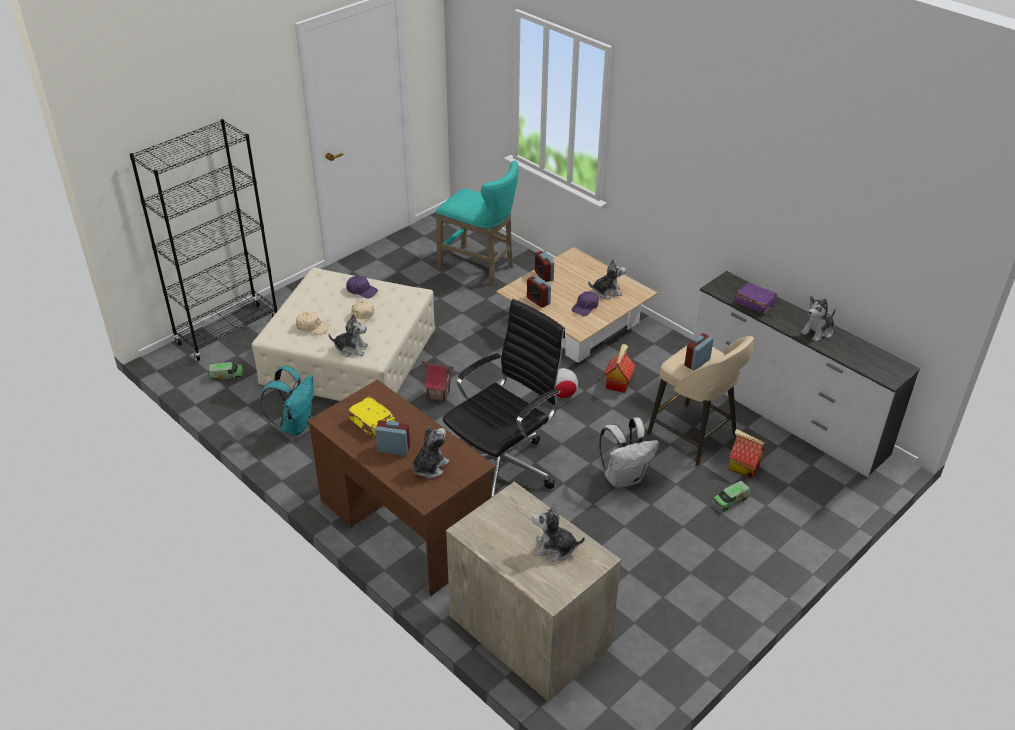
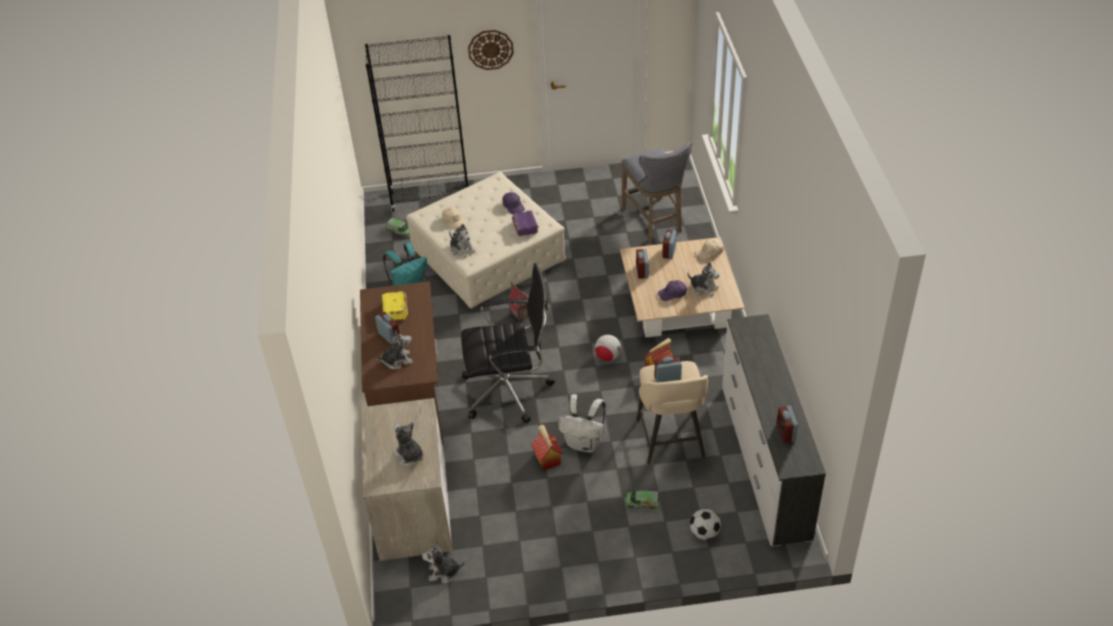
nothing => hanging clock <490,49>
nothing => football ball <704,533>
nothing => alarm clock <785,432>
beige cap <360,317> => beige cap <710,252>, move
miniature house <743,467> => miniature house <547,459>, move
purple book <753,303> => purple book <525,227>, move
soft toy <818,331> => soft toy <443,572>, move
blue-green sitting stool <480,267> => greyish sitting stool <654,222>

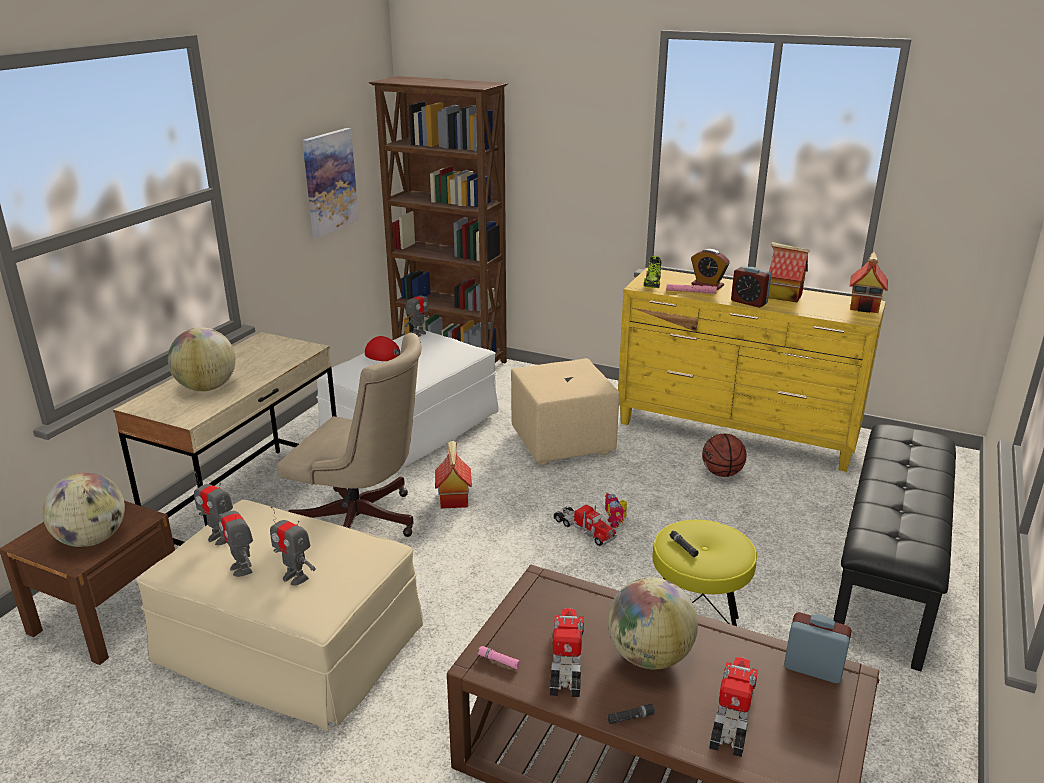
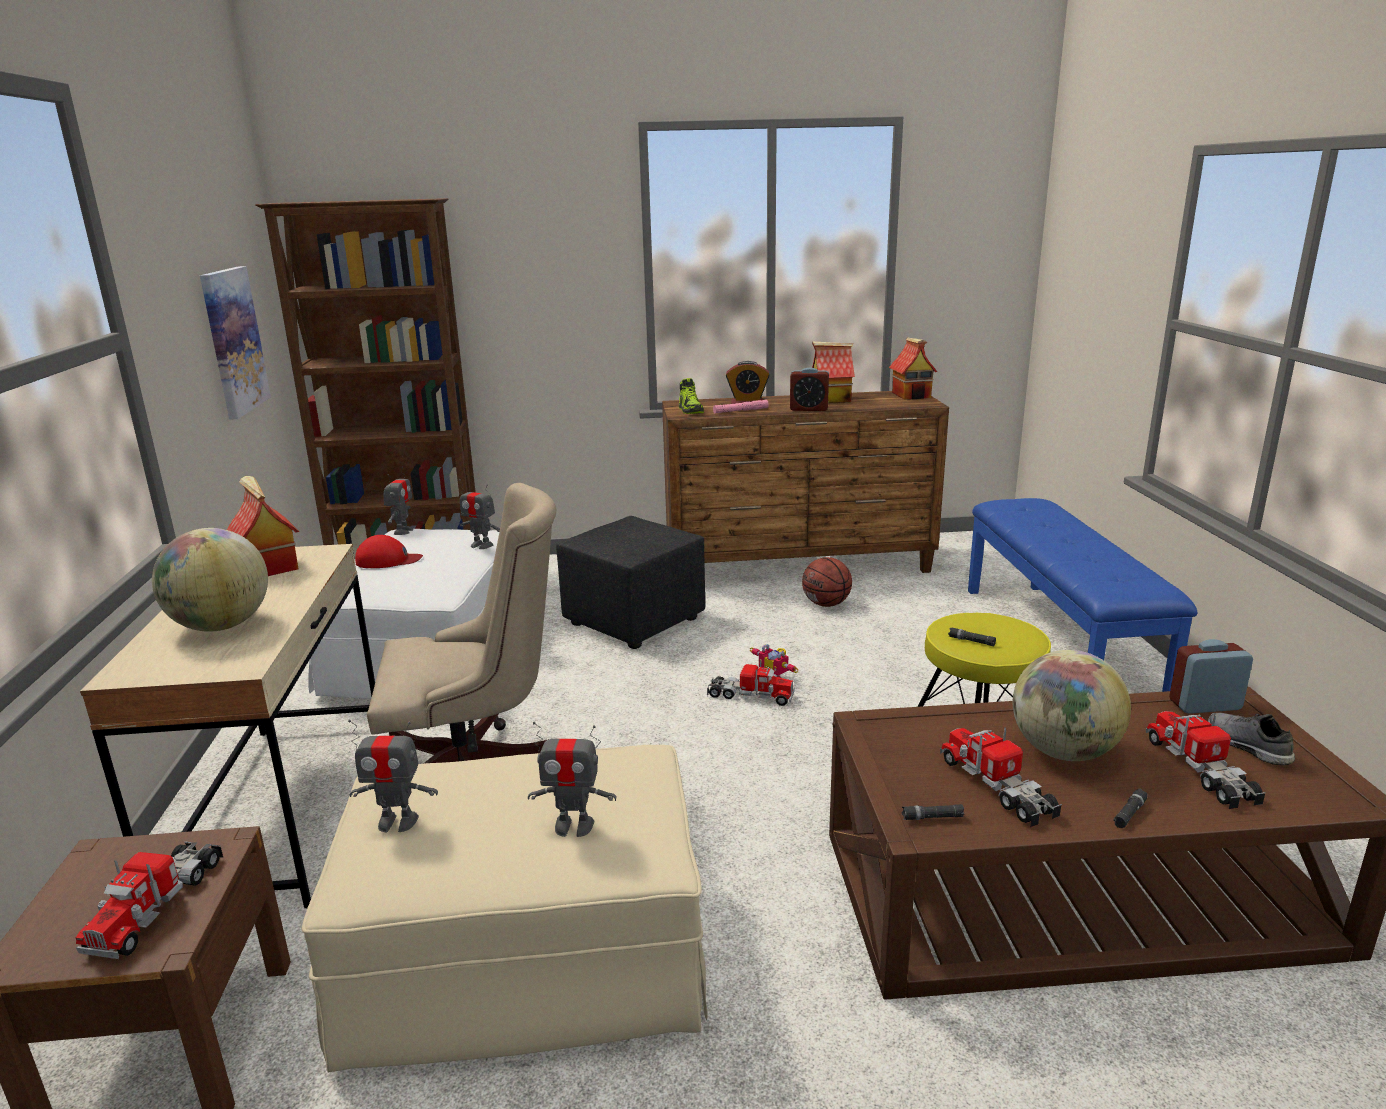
nothing => greyish low shoe <1246,746>
robot figure <242,568> => robot figure <481,545>, move
miniature house <453,498> => miniature house <268,566>, move
desk globe <92,539> => model truck <157,905>
pink-coloured flashlight <499,661> => blackish flashlight <932,817>
beige ottoman <561,442> => blackish ottoman <632,621>
yellowish dresser <736,433> => brown-coloured dresser <799,566>
blackish indoor bench <888,574> => blue-coloured indoor bench <1059,643>

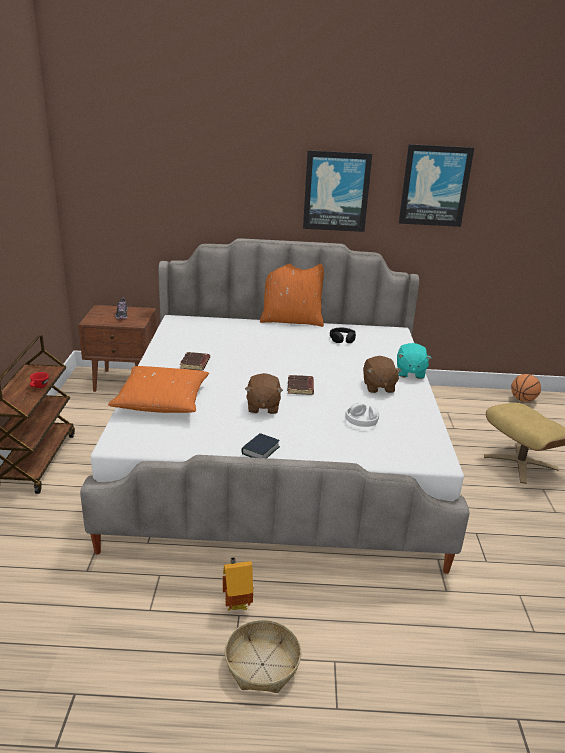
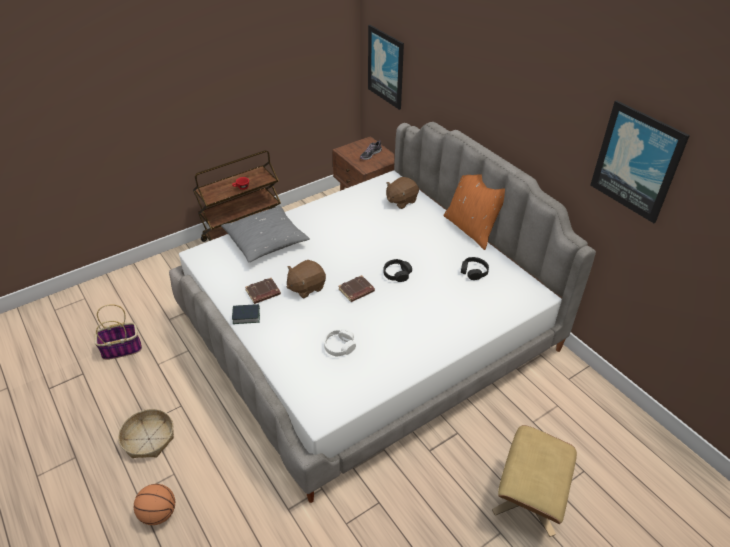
miniature house <236,604> => nothing
blue-green soft toy <410,372> => nothing
nothing => basket <122,348>
nothing => blackish pair of headphones <397,274>
brown-coloured book <195,364> => brown-coloured book <263,293>, move
picture <336,191> => picture <386,67>, move
brown-coloured soft toy <378,387> => brown-coloured soft toy <401,201>, move
basketball <522,400> => basketball <158,514>, move
orangey pillow <162,400> => greyish pillow <266,241>

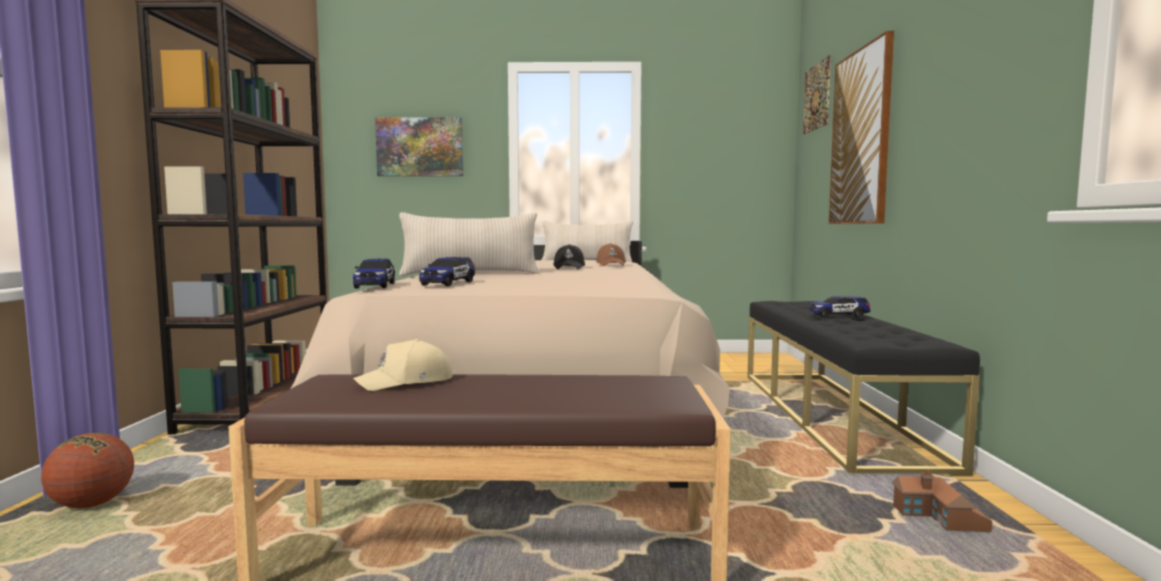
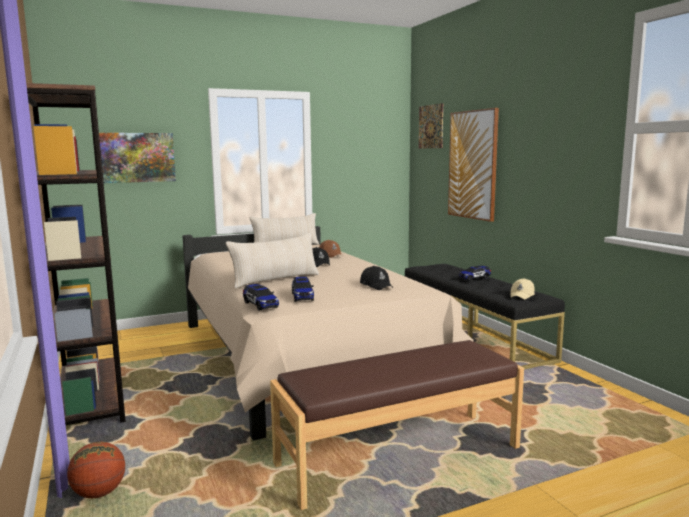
miniature house <939,520> => nothing
nothing => blackish cap <376,285>
beige cap <407,382> => beige cap <522,295>, move

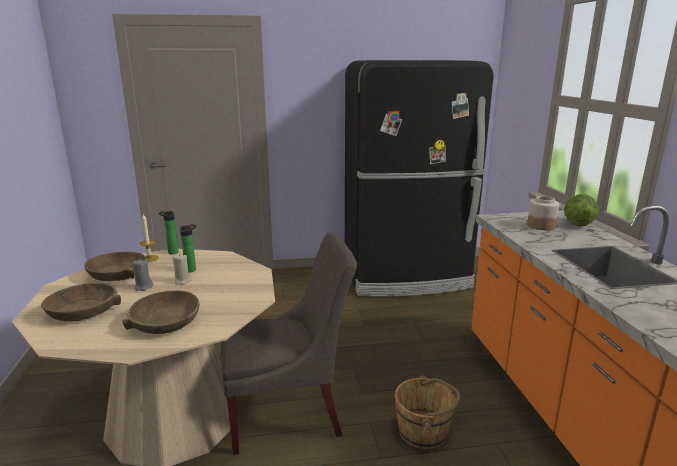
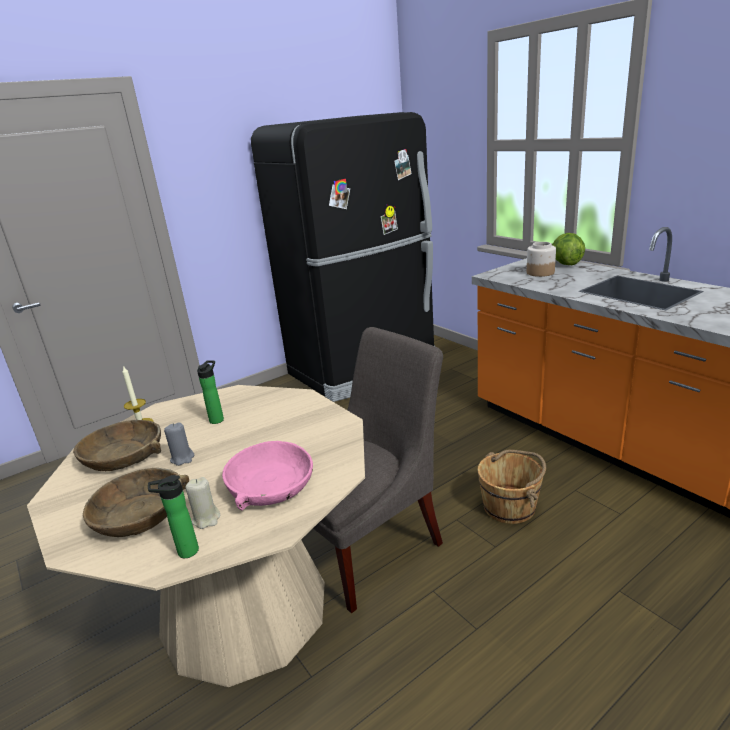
drink bottle <171,252> => drink bottle <184,552>, move
beige wax light <182,281> => beige wax light <206,519>, move
brown-coloured deep dish <165,322> => pink-coloured deep dish <271,486>

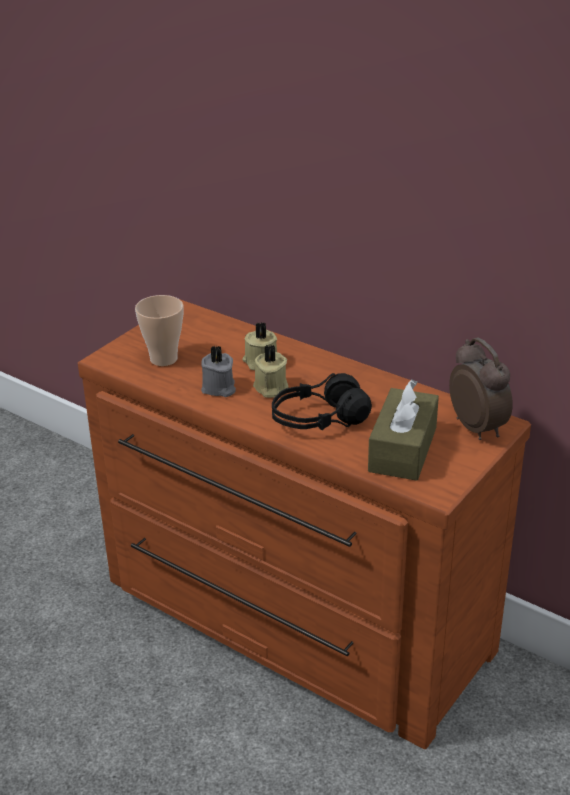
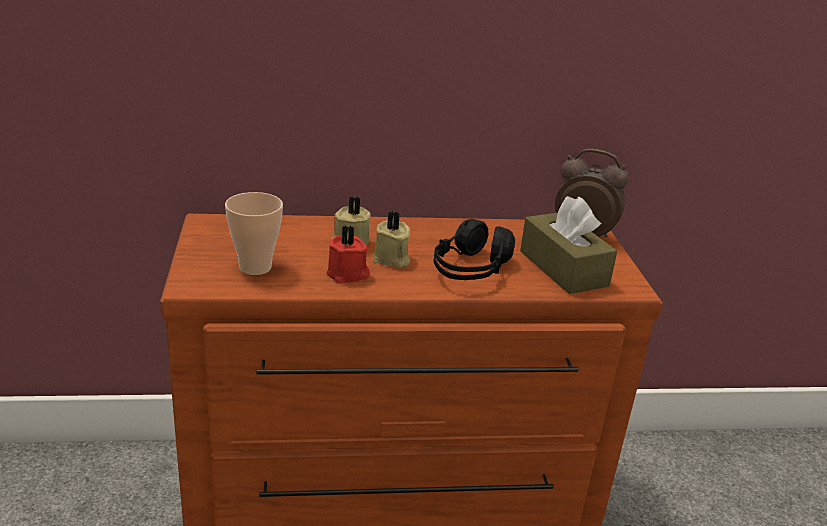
greyish wax light <219,388> => red-coloured wax light <348,274>

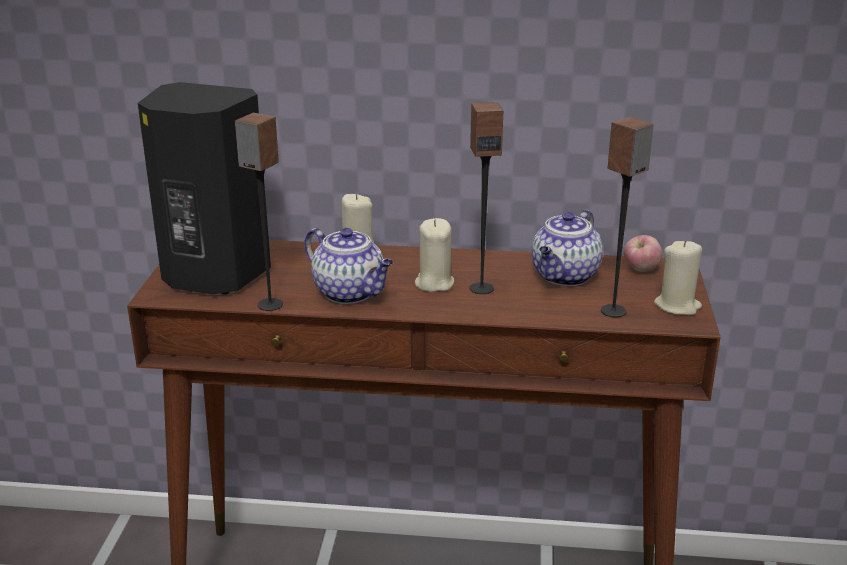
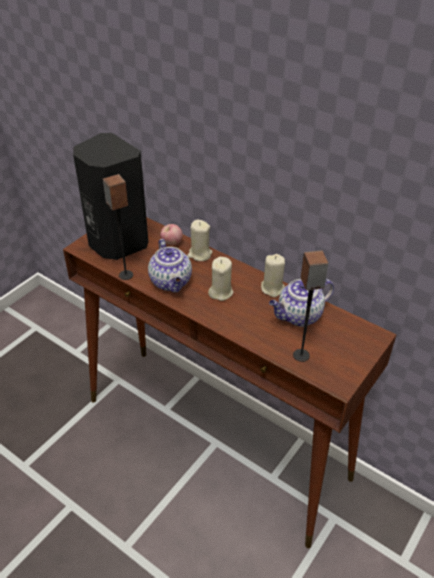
loudspeaker <481,288> => nothing
apple <641,270> => apple <171,243>, move
beige wax light <677,306> => beige wax light <273,288>, move

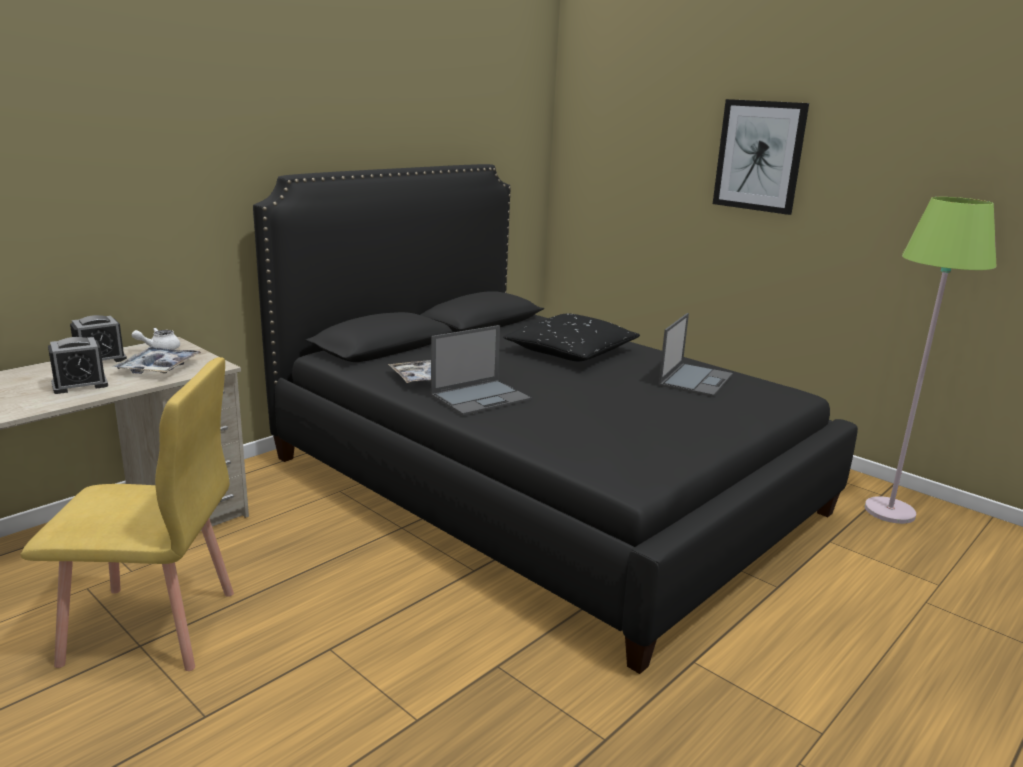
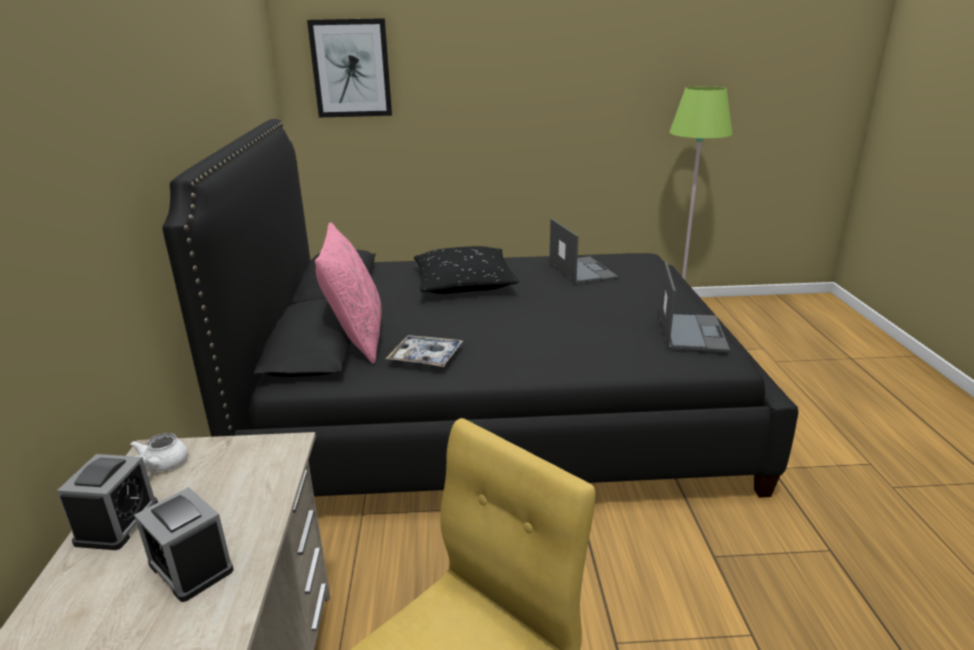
tray <159,367> => nothing
nothing => pink-coloured pillow <356,339>
portable computer <481,397> => portable computer <691,332>, move
picture <759,156> => picture <351,68>, move
alarm clock <80,385> => alarm clock <191,567>, 120 degrees clockwise

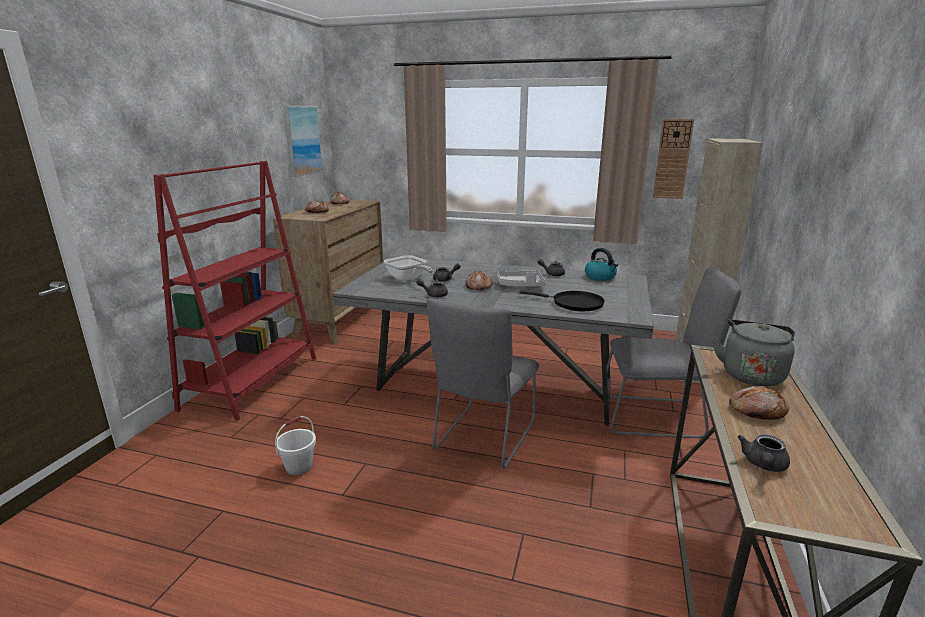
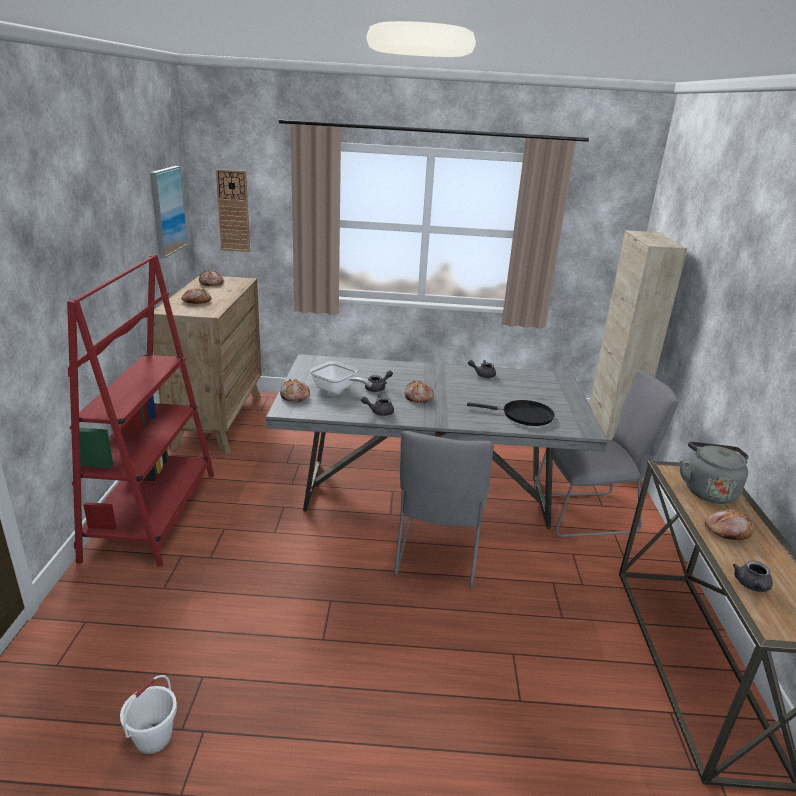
greyish tray <520,285> => nothing
tea kettle <600,277> => nothing
nothing => bakery bread <294,396>
white pail <299,467> => white pail <153,737>, move
hanging clock <672,159> => hanging clock <233,211>, move

